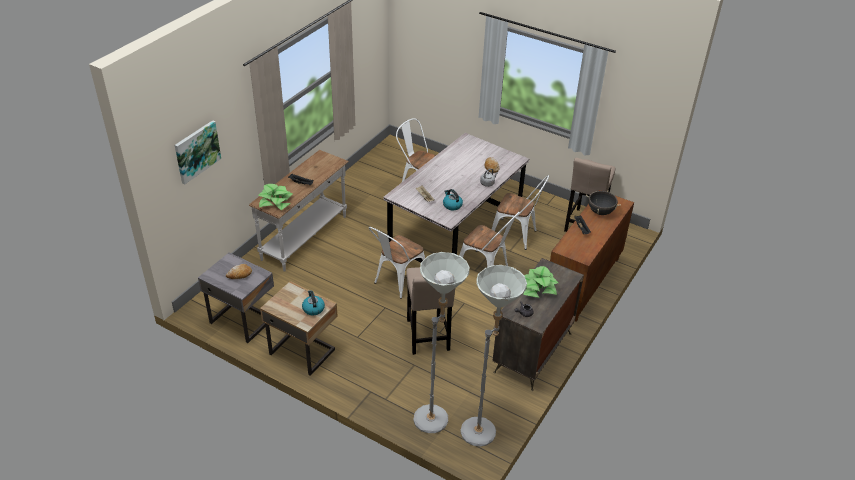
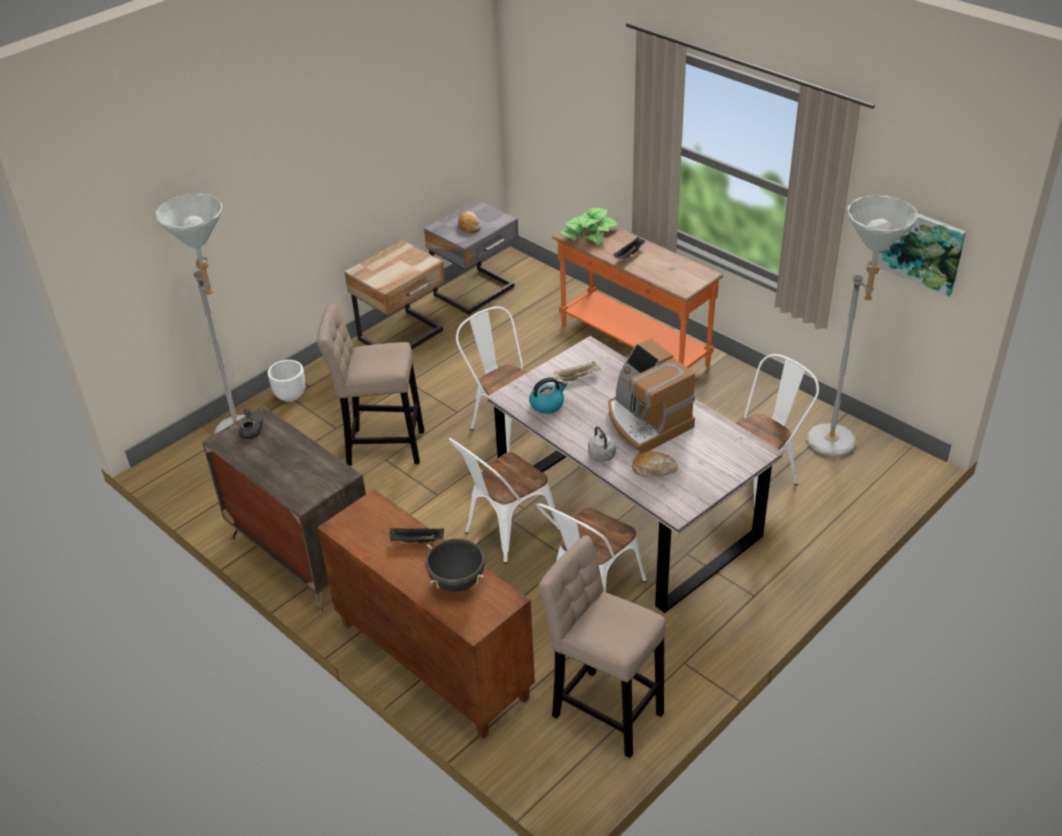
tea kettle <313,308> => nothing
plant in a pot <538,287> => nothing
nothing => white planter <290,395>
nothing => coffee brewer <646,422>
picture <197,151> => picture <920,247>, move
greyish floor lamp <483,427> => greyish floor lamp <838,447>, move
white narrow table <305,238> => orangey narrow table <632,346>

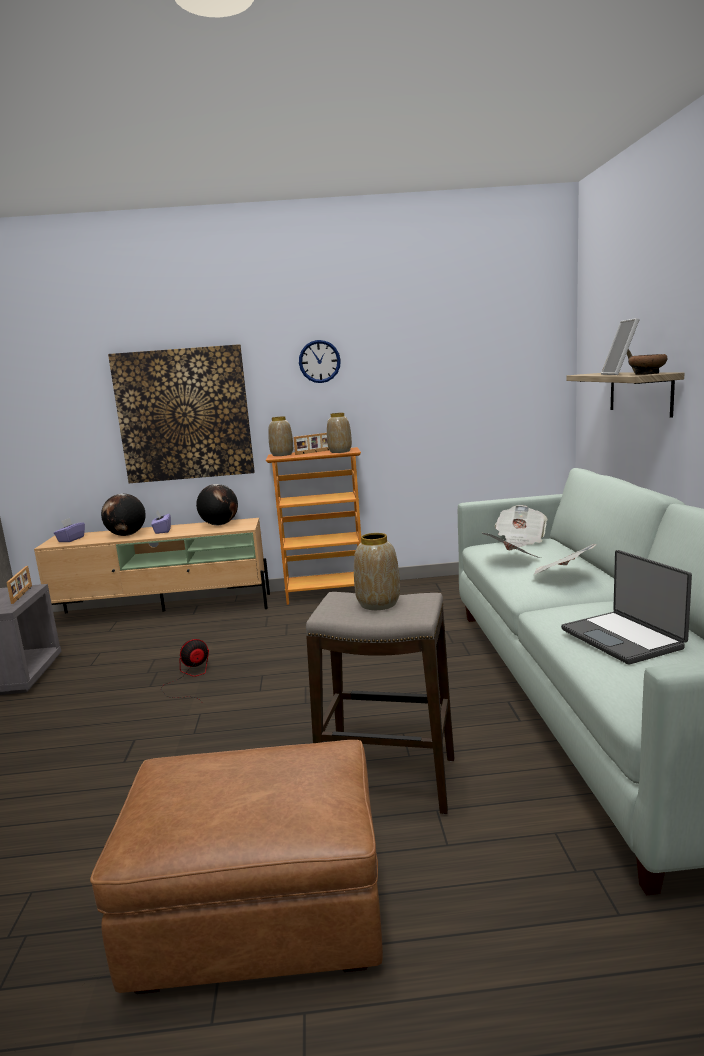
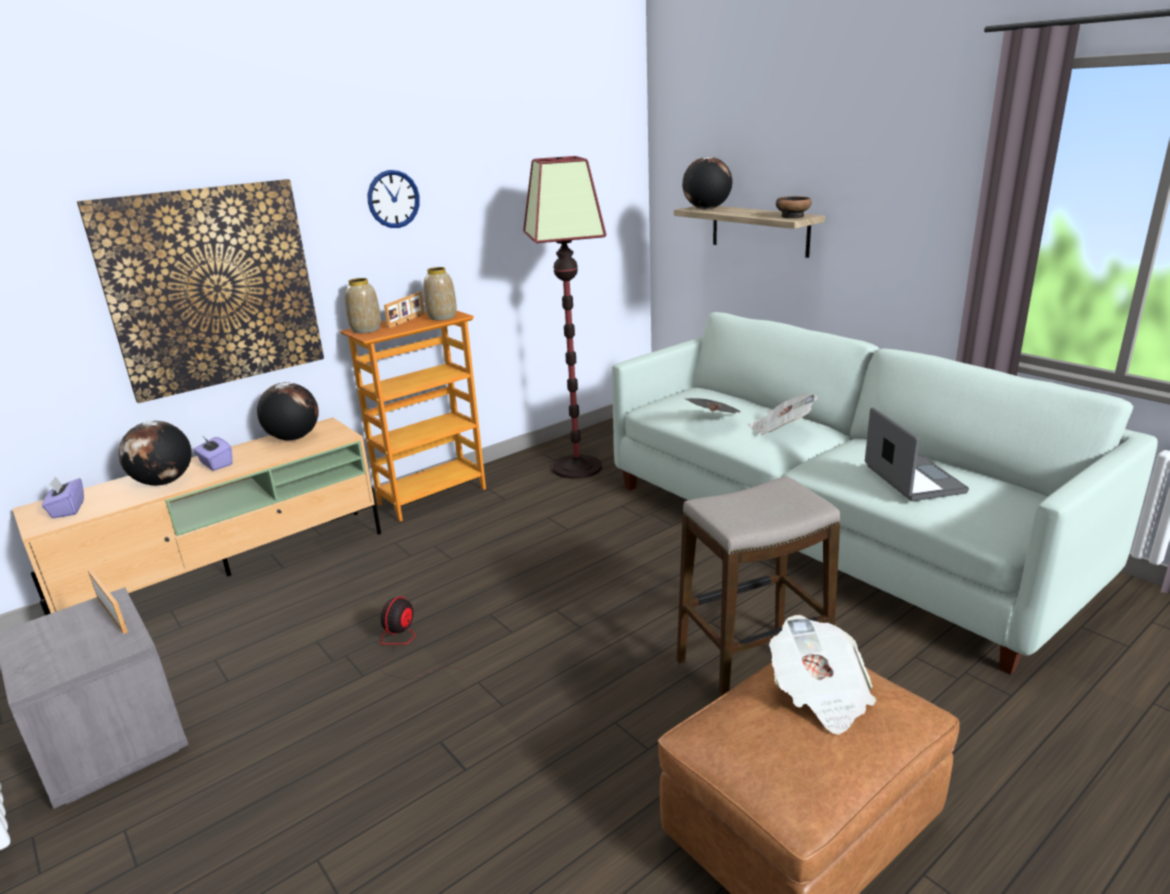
vase <377,604> => nothing
photo frame <621,374> => nothing
nothing => floor lamp <577,467>
nothing => desk globe <706,209>
printed paper <520,540> => printed paper <820,695>, move
portable computer <623,638> => portable computer <912,479>, 135 degrees counterclockwise

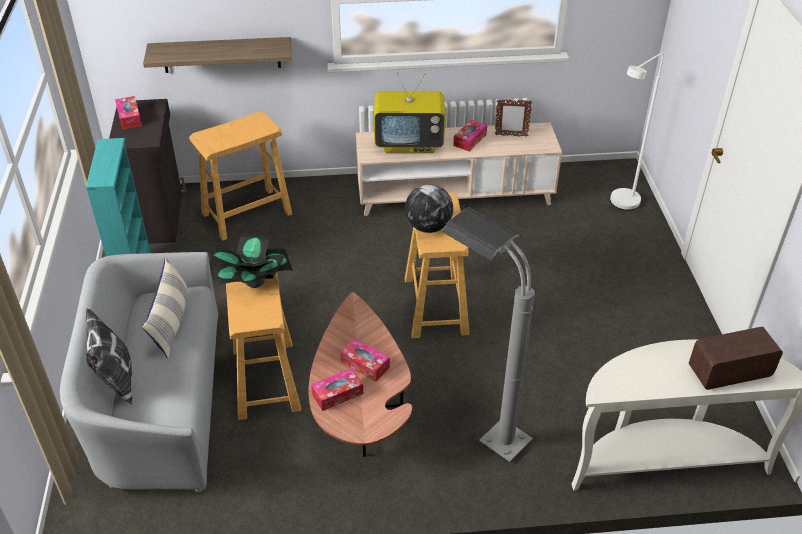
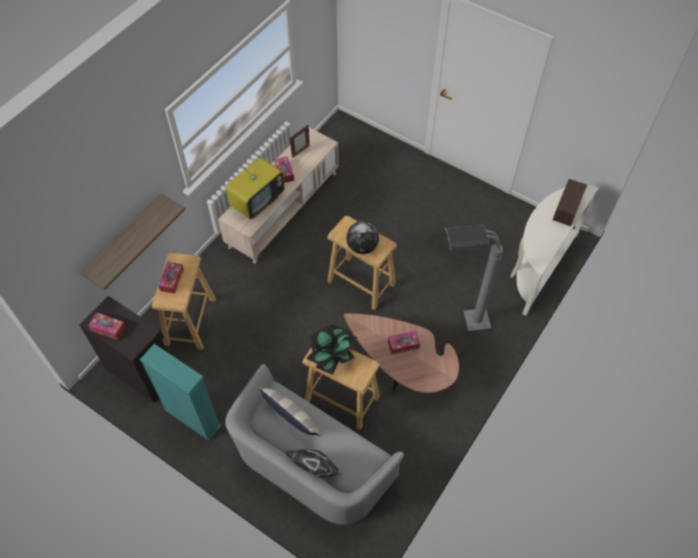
white floor lamp <620,205> => nothing
tissue holder <337,394> => tissue holder <172,280>, move

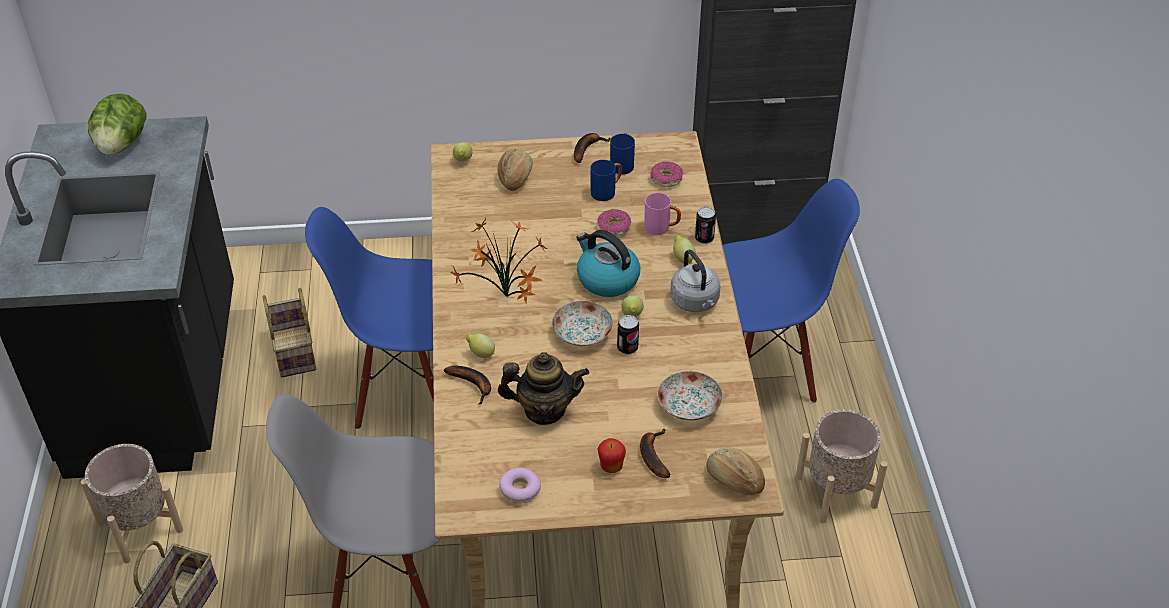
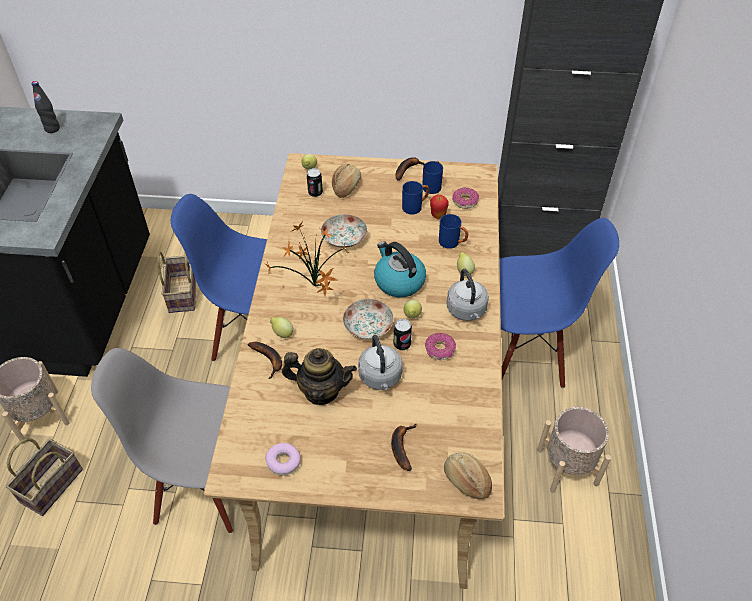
nothing => greyish tea kettle <381,378>
donut <614,227> => donut <439,350>, move
apple <611,467> => apple <438,215>, move
plate <689,406> => plate <344,238>, move
metal can <704,238> => metal can <315,193>, move
lettuce head <121,145> => blackish drink bottle <52,129>
pink-coloured coffee mug <662,228> => blue-coloured coffee mug <452,243>

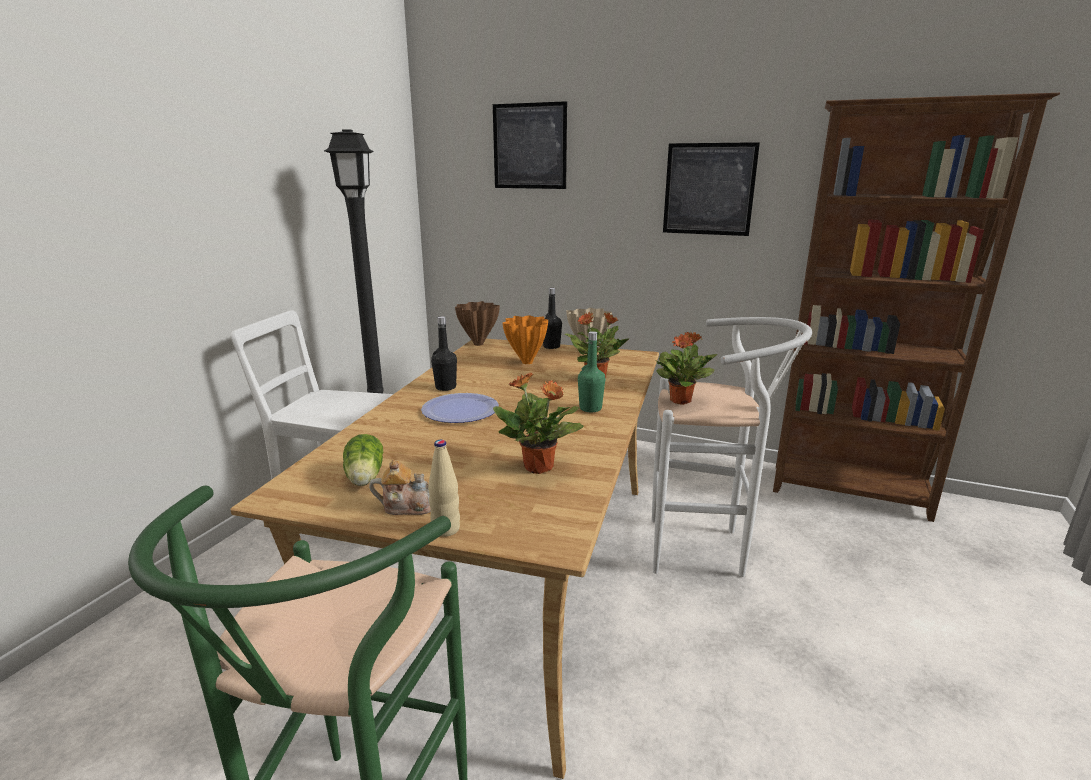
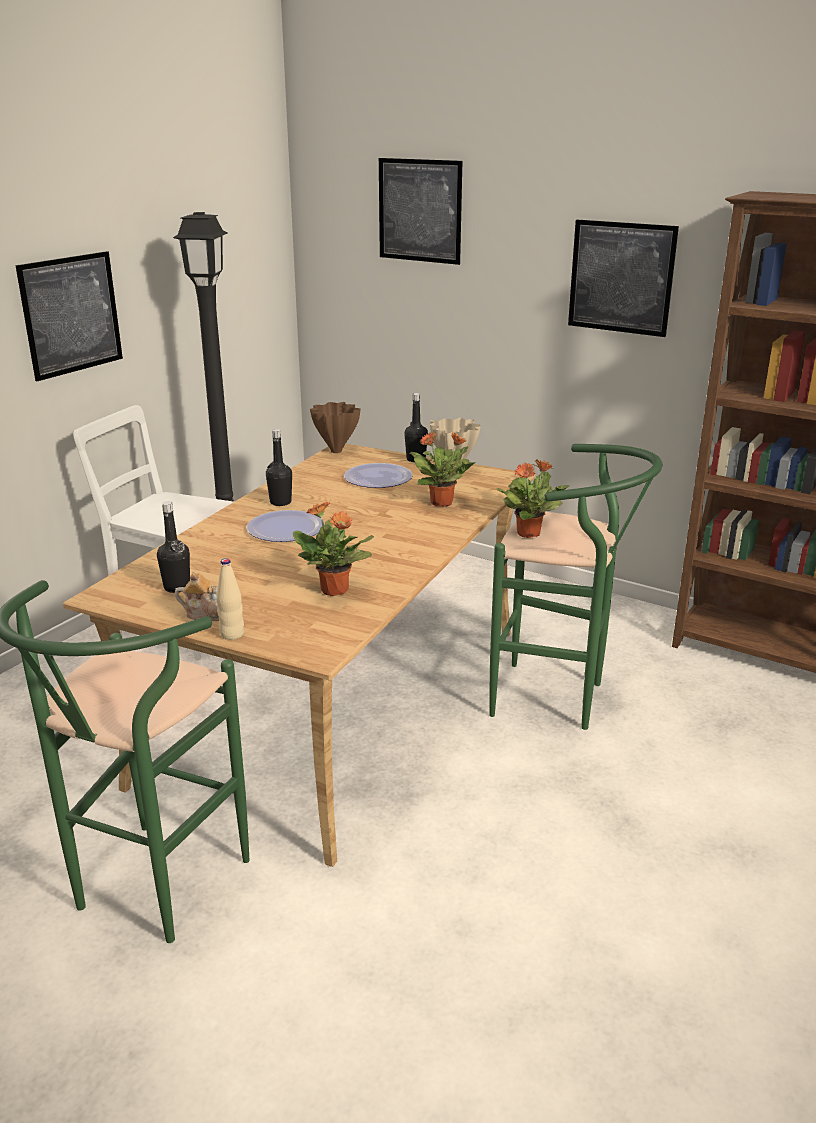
green drink bottle <590,408> => nothing
nothing => picture <71,314>
lettuce head <364,478> => blackish drink bottle <177,587>
orangey vase <526,362> => plate <378,478>
white sitting stool <706,550> => green sitting stool <559,699>

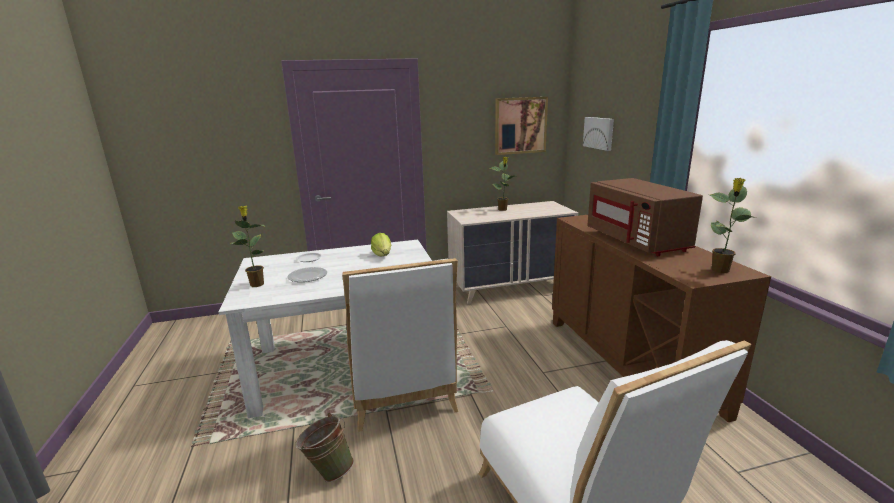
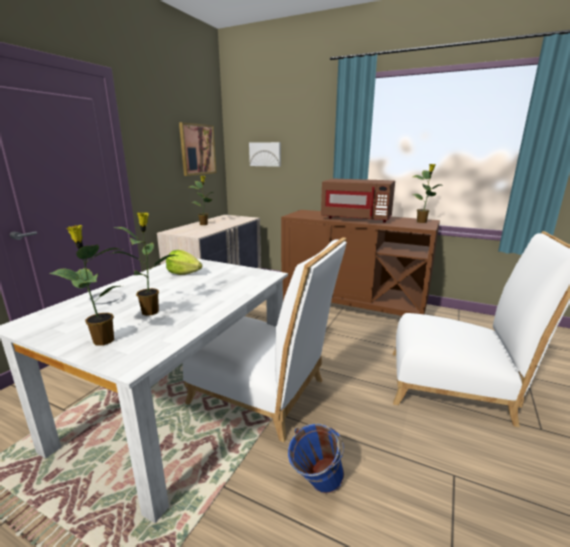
plate <307,276> => plant in a pot <151,311>
green pail <328,471> => blue-coloured pail <315,486>

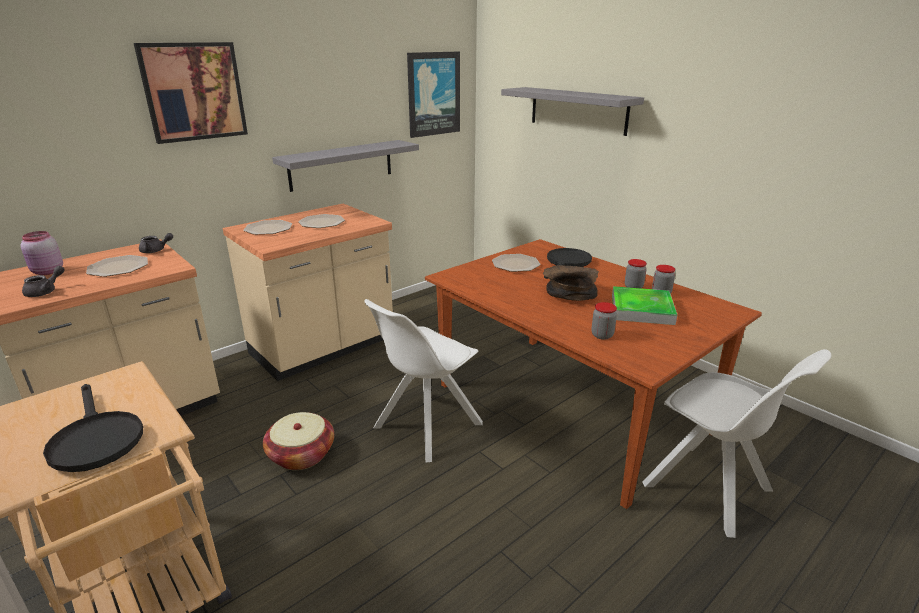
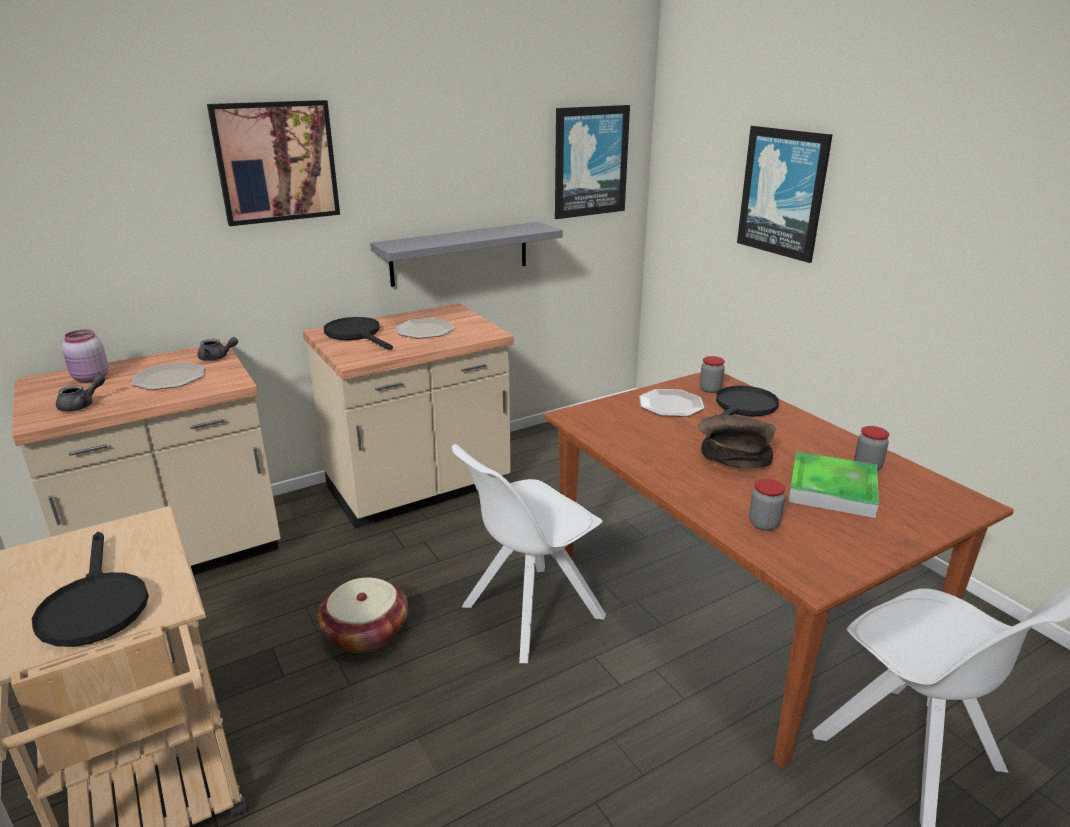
preserve jar <633,287> => preserve jar <710,389>, move
plate <268,228> => blackish frying pan <357,335>
greyish shelf <578,110> => picture <783,192>

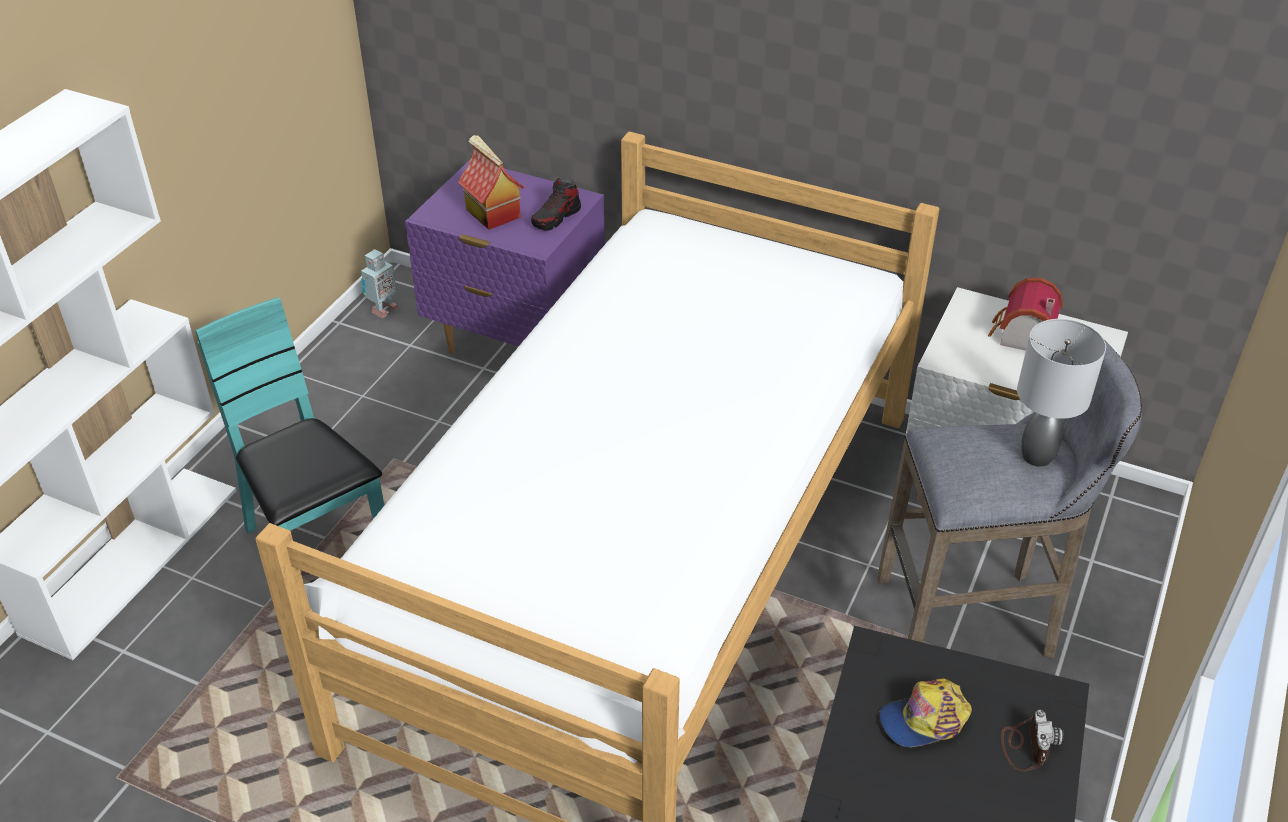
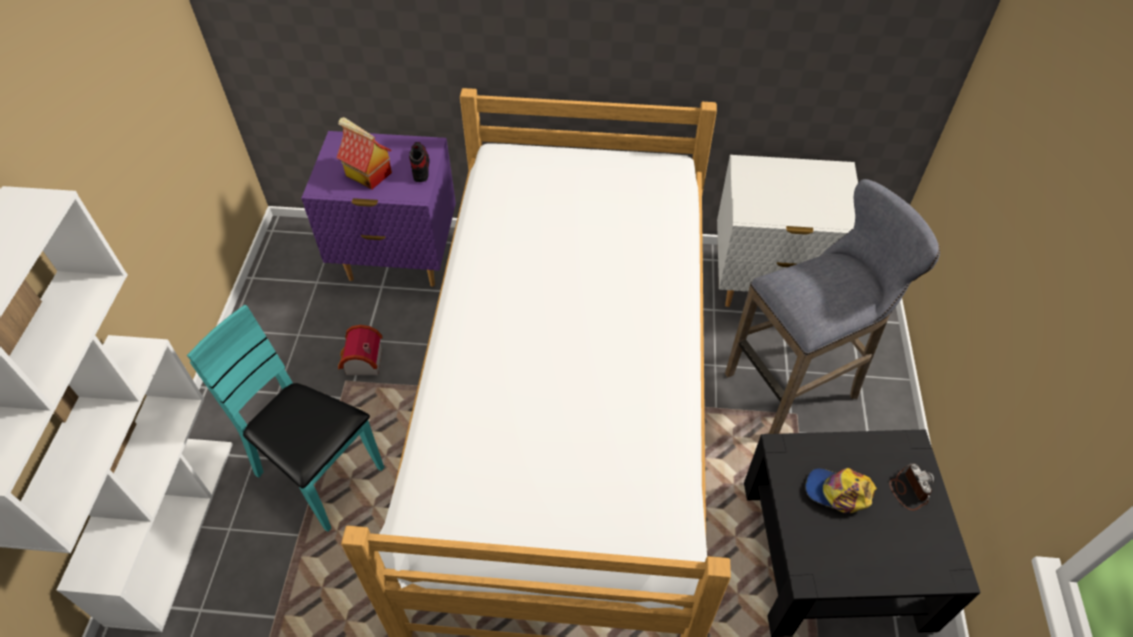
robot figure <383,310> => nothing
greyish lamp for a table <1038,456> => nothing
miniature house <1022,336> => miniature house <361,363>, move
low shoe <556,218> => low shoe <419,166>, 150 degrees clockwise
cap <924,720> => cap <838,492>, 60 degrees clockwise

